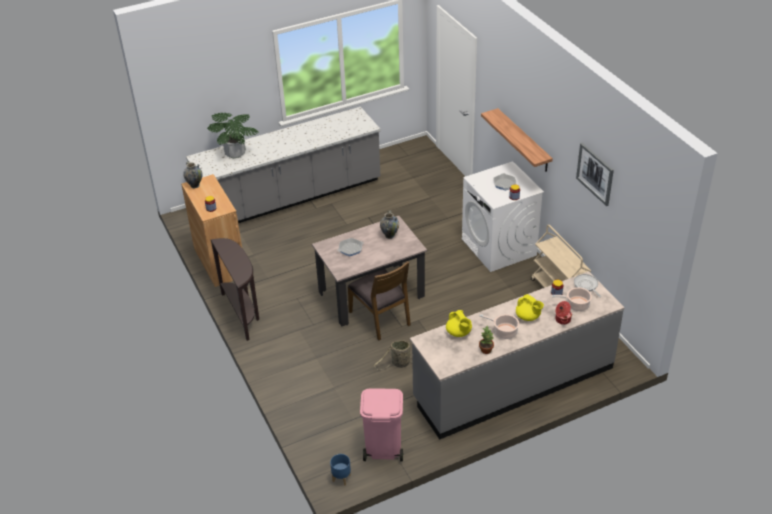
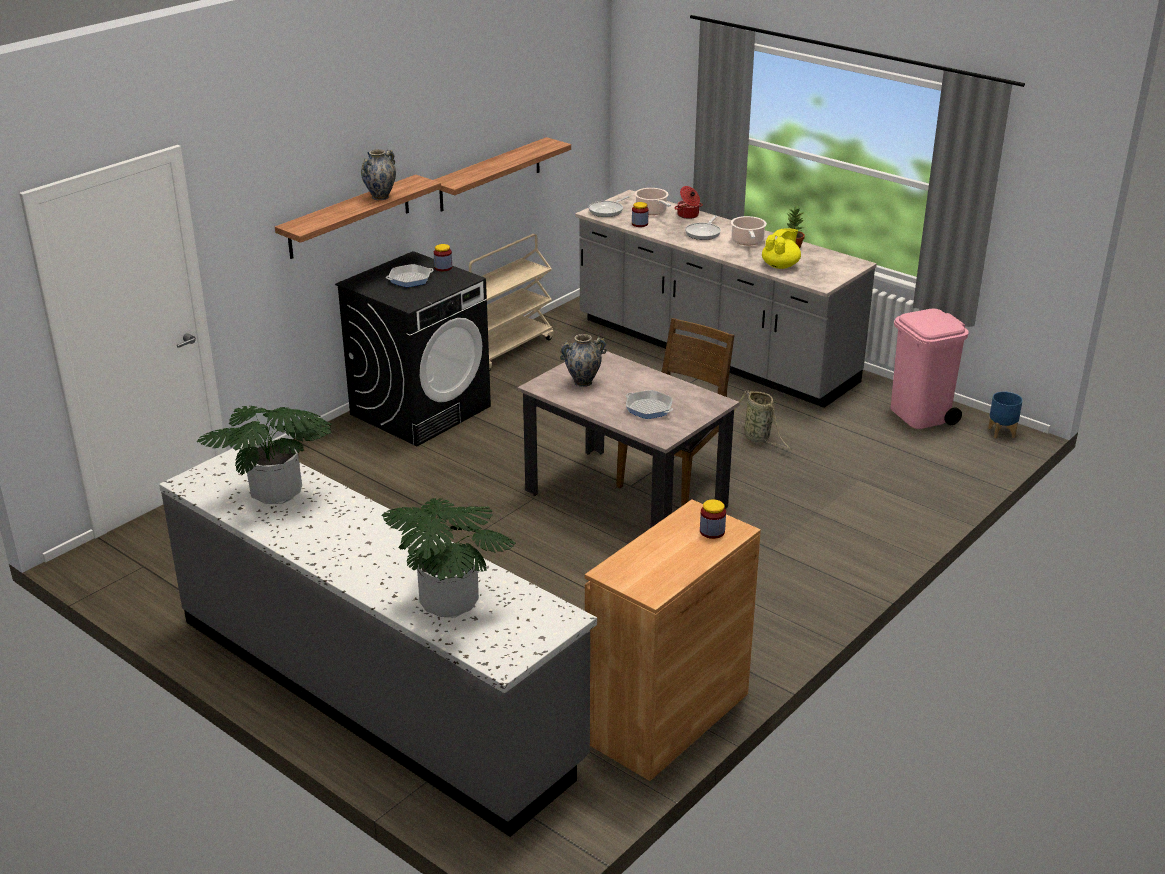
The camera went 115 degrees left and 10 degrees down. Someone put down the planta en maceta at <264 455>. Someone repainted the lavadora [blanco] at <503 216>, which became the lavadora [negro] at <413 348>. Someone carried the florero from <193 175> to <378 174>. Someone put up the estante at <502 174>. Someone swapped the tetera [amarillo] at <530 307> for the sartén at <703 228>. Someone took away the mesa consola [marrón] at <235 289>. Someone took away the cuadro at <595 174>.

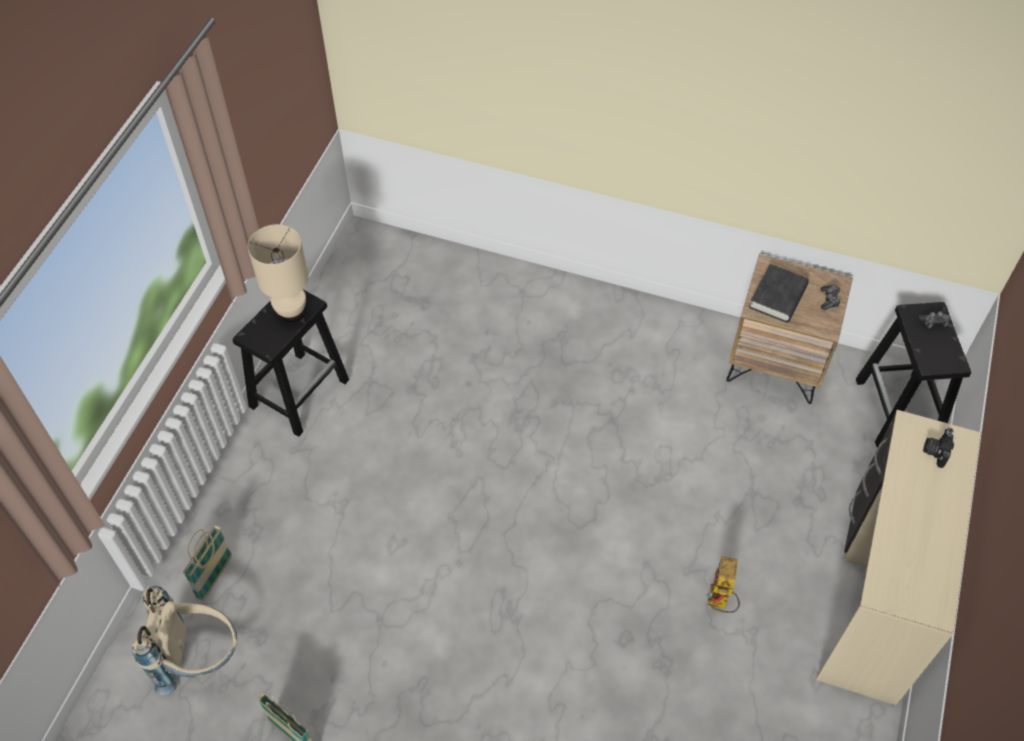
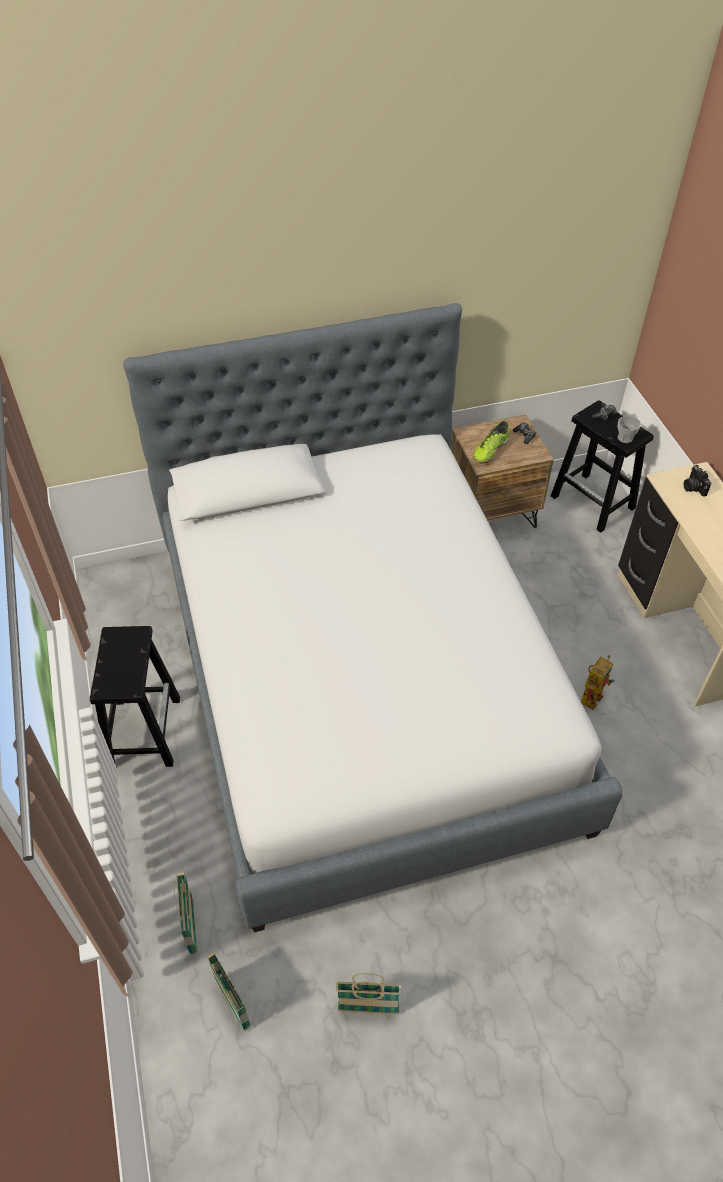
The camera went 35 degrees left and 5 degrees down. Someone put down the cama at <373 617>. Someone swapped the mochila [beis] at <184 640> for the cesta at <229 992>. Someone swapped the libro [negro] at <779 293> for the zapato at <491 442>. Someone rotated the robot de juguete at <723 584> by 120 degrees counterclockwise. Someone put down the taza at <629 429>. Someone took away the lámpara de mesa [beis] at <278 273>.

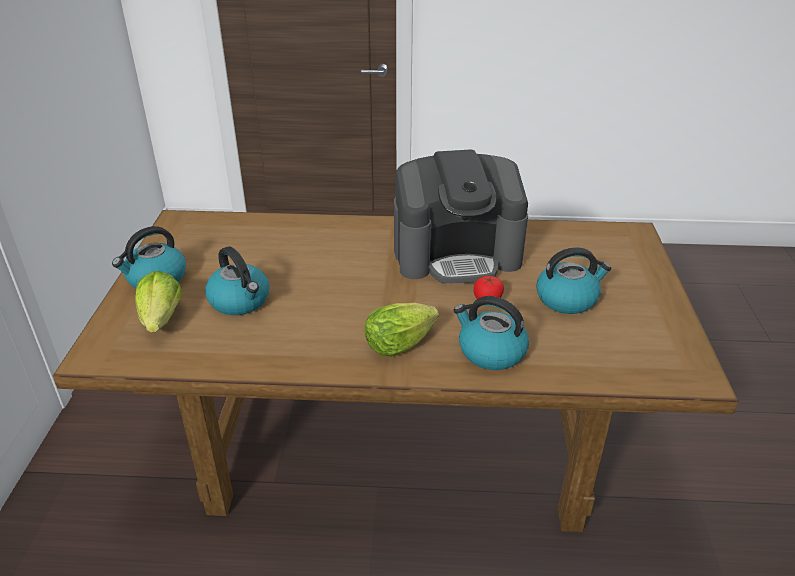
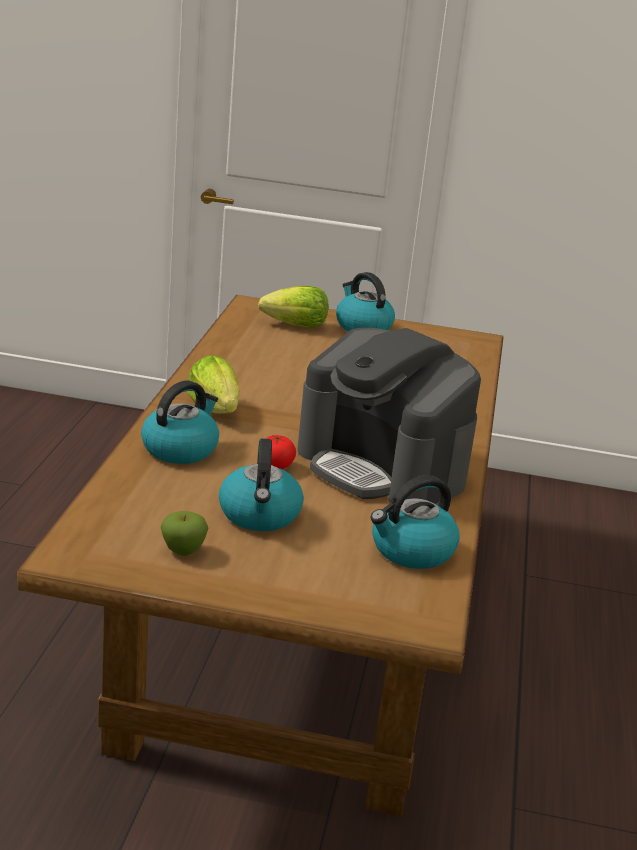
The camera went 95 degrees right and 10 degrees down. Someone put down the manzana at <184 533>. Someone rotated the cafetera at <461 216> by 45 degrees counterclockwise. Someone carried the hervidor from <237 281> to <415 522>.

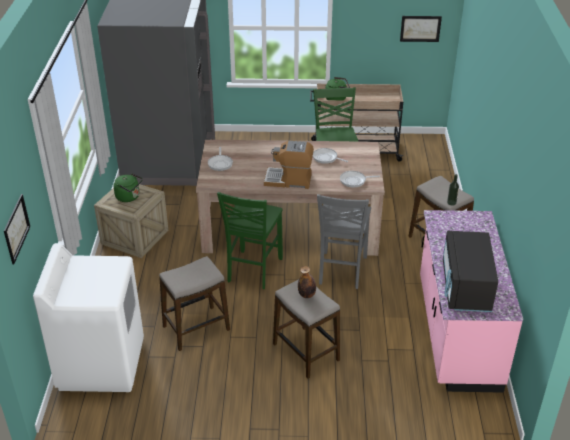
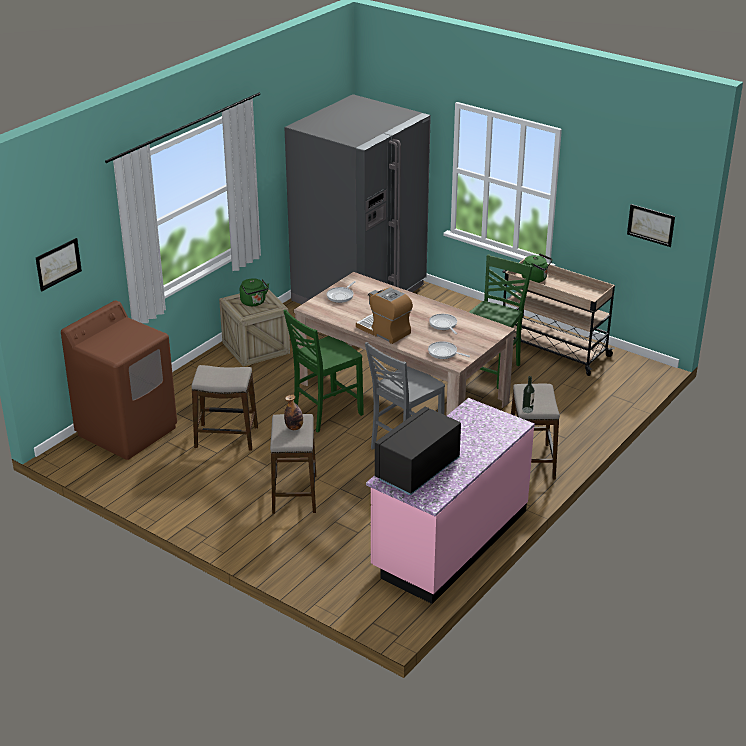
The camera went 35 degrees right and 5 degrees down. Someone repainted the lavadora [blanco] at <88 317>, which became the lavadora [marrón] at <119 380>.

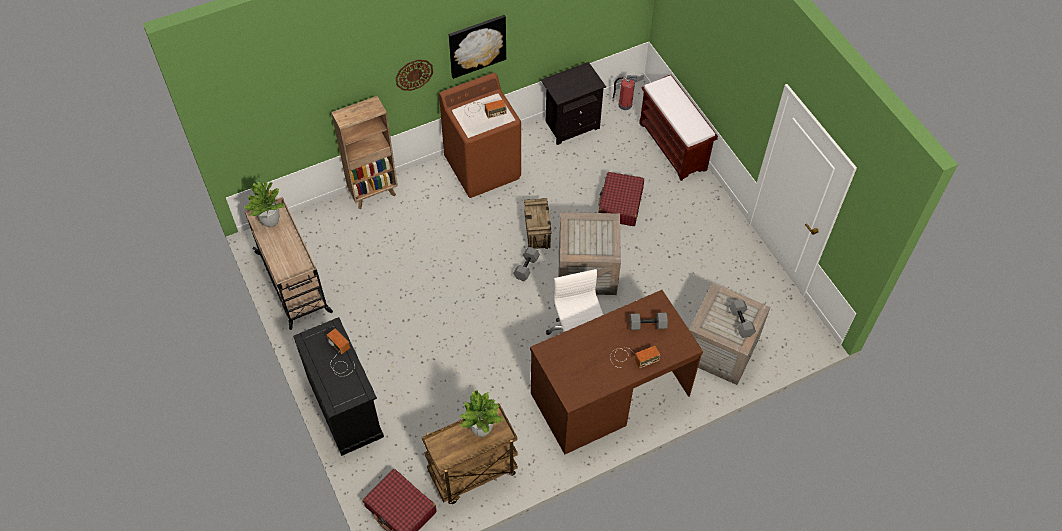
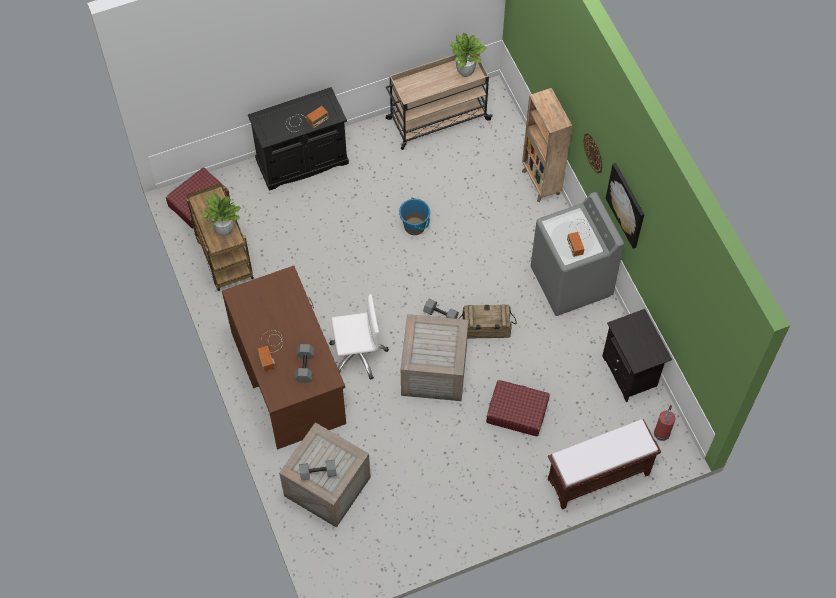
The camera went 95 degrees right and 5 degrees up. Someone put down the cubo [azul] at <414 216>. Someone repainted the lavadora [marrón] at <480 135>, which became the lavadora [gris] at <577 254>.

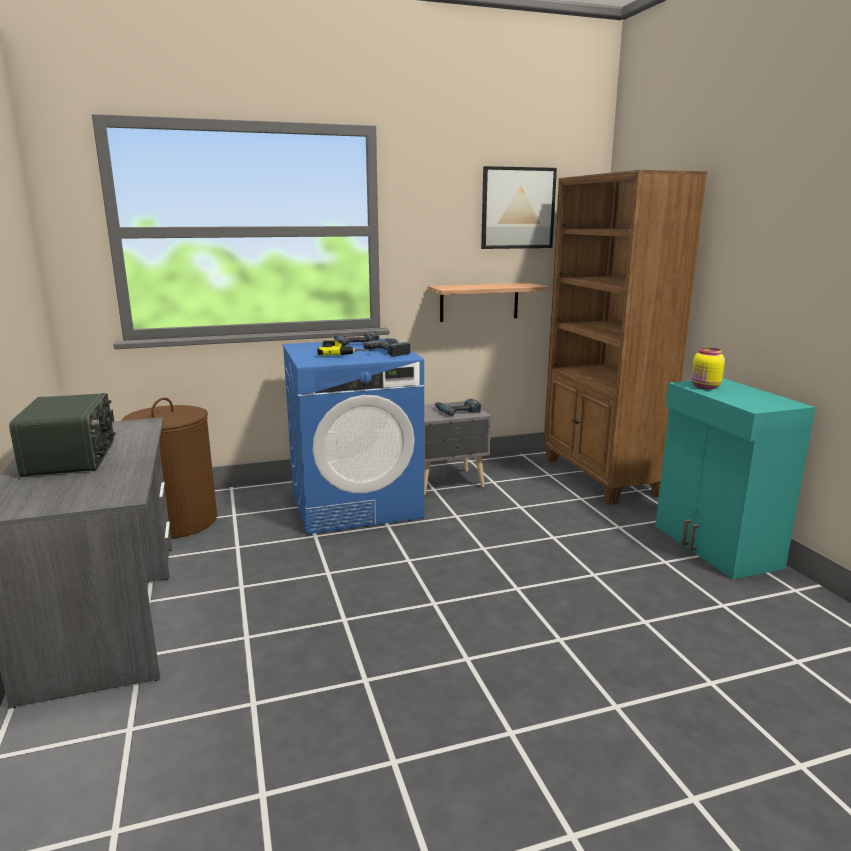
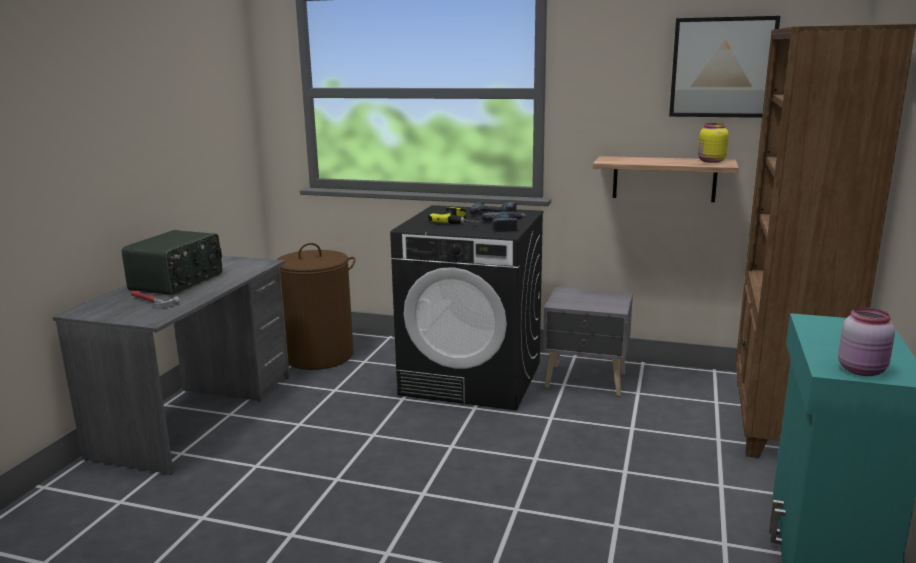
The camera went 35 degrees right and 0 degrees up. Someone put down the martillo at <155 300>. Someone repainted the lavadora [azul] at <353 436>, which became the lavadora [negro] at <467 307>. Someone carried the tarro [amarillo] from <708 368> to <713 143>. Someone put down the tarro [rosa] at <866 341>. Someone took away the taladro at <458 407>.

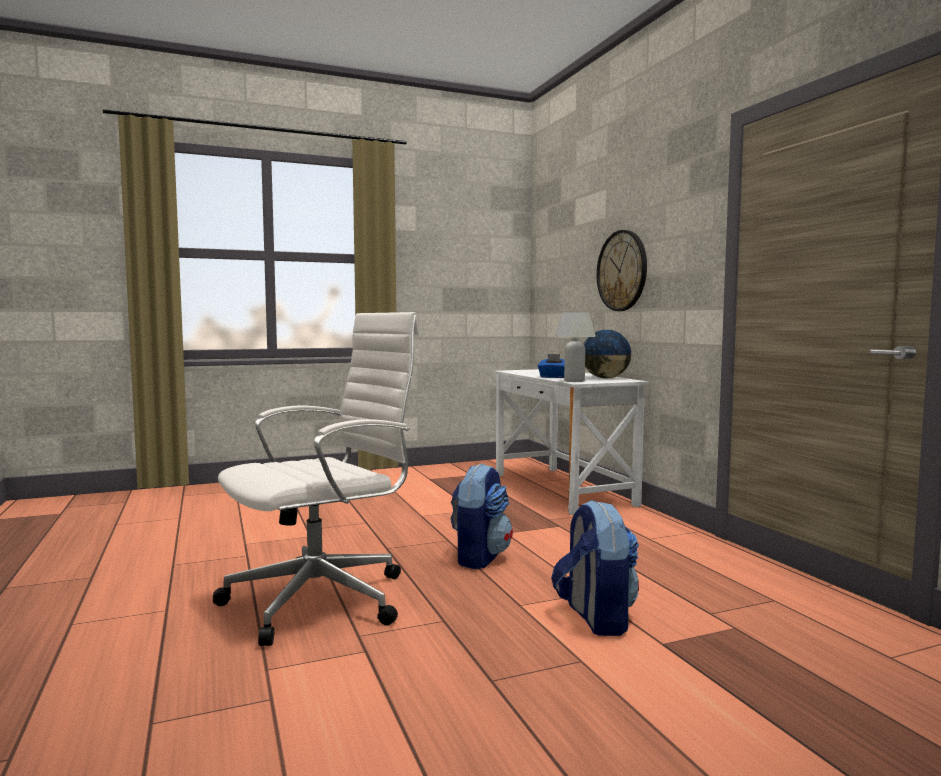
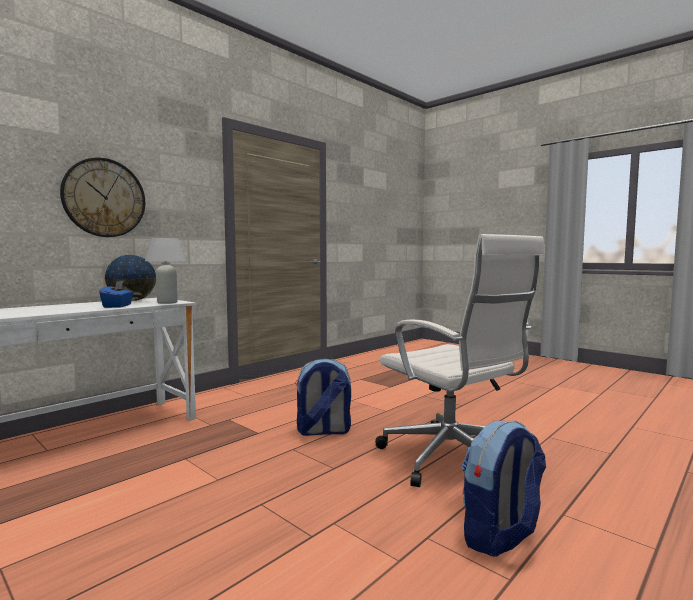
The camera went 115 degrees left and 0 degrees up. Someone rotated the silla de oficina [blanco] at <316 479> by 150 degrees counterclockwise. Someone carried the mochila from <595 568> to <504 488>.

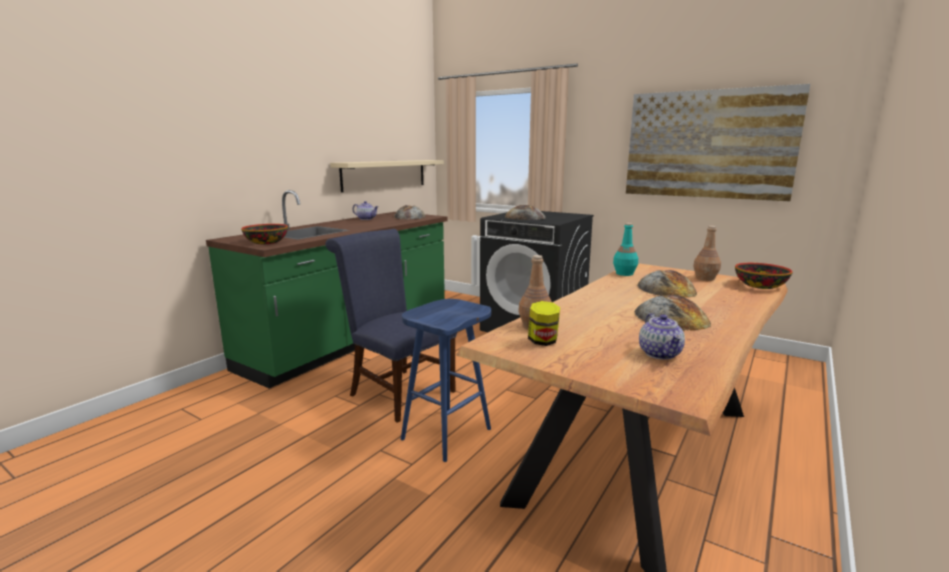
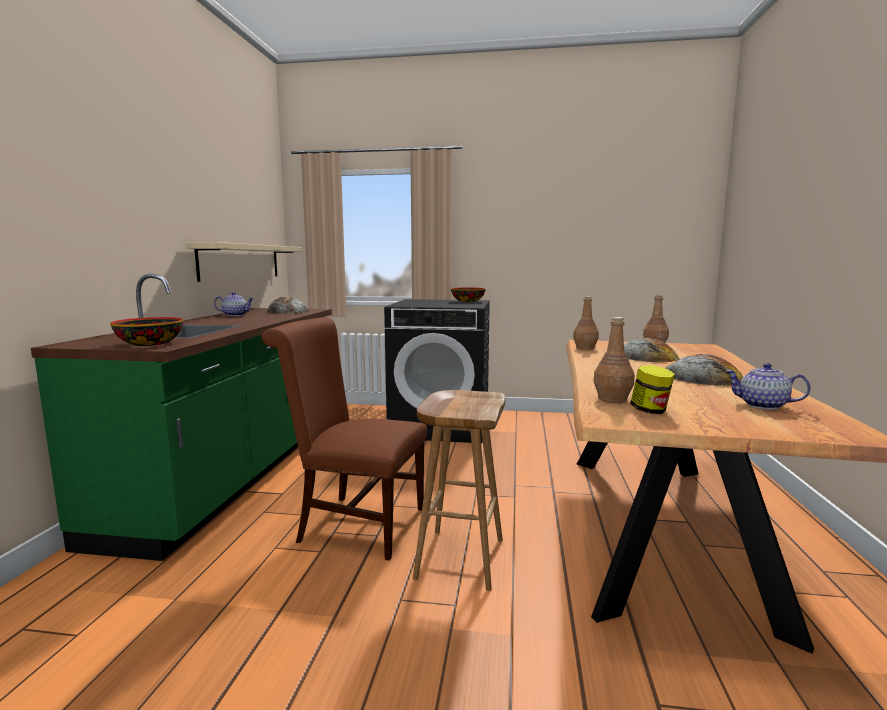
The camera went 25 degrees left and 5 degrees down. Someone repainted the silla [azul] at <391 326>, which became the silla [marrón] at <344 438>. Someone repainted the taburete [azul] at <446 380>, which became the taburete [marrón] at <459 490>. Someone carried the cuenco from <764 276> to <468 294>. Someone repainted the botella [turquesa] at <625 249>, which became the botella [marrón] at <586 323>. Someone rotated the tetera at <662 336> by 150 degrees clockwise. Someone took away the pan at <525 212>. Someone took away the cuadro at <718 142>.

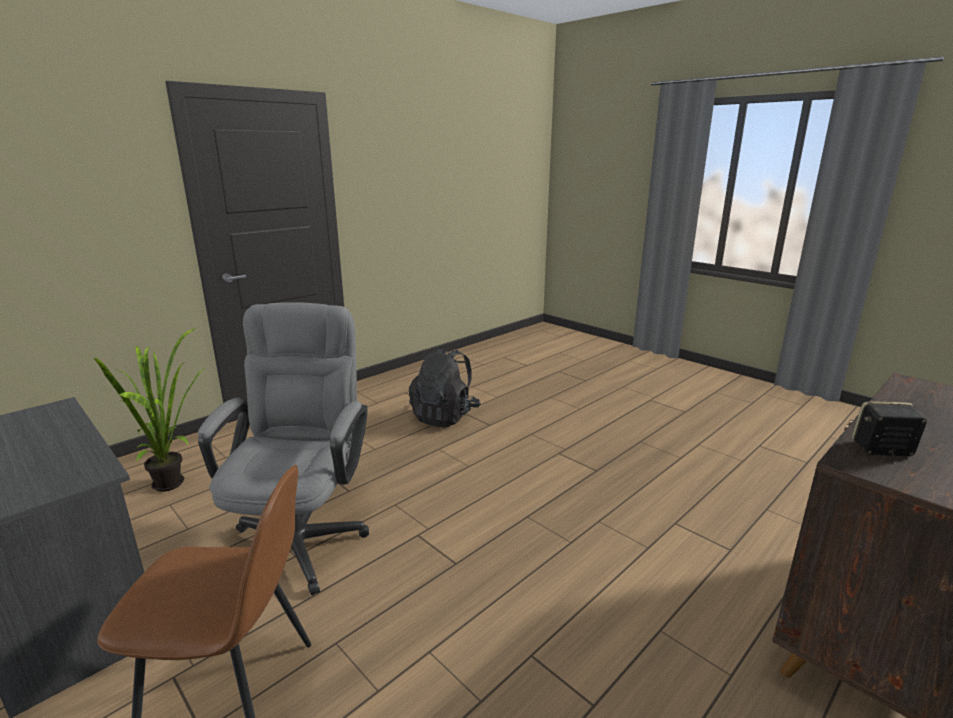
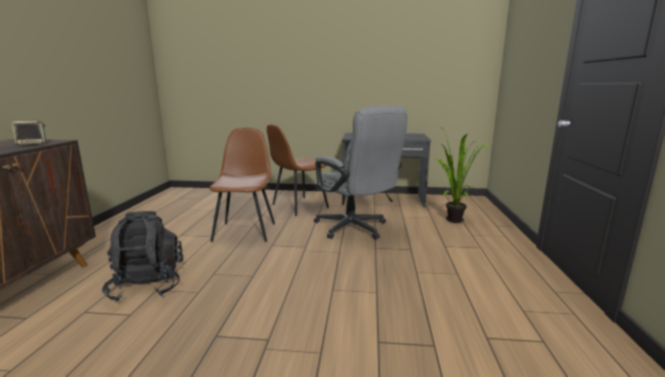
The camera went 140 degrees right and 5 degrees down. Someone carried the mochila [negro] from <445 387> to <142 256>. Someone put down the silla [marrón] at <242 185>.

